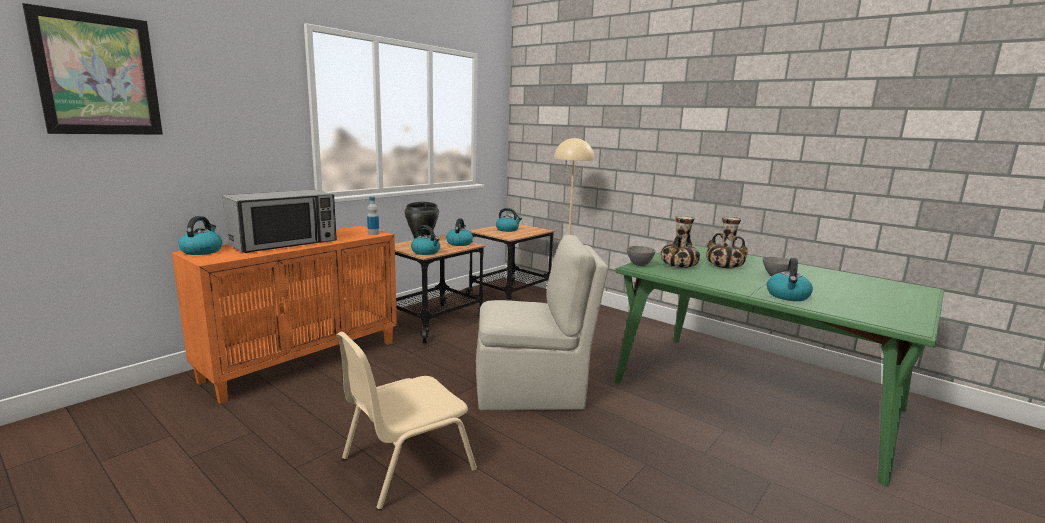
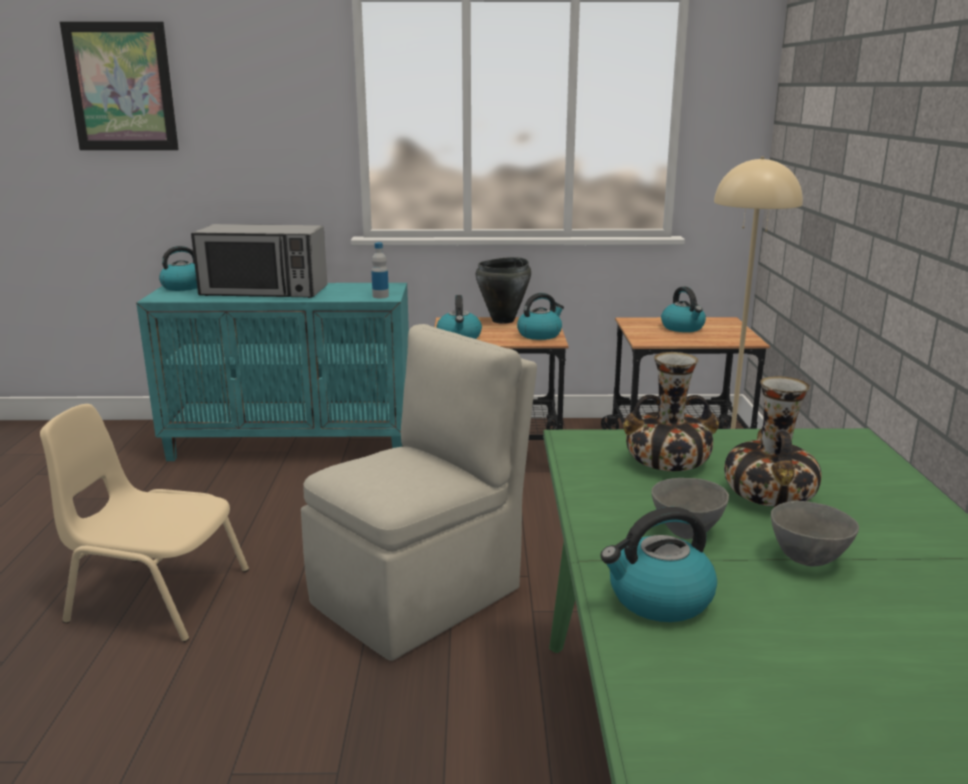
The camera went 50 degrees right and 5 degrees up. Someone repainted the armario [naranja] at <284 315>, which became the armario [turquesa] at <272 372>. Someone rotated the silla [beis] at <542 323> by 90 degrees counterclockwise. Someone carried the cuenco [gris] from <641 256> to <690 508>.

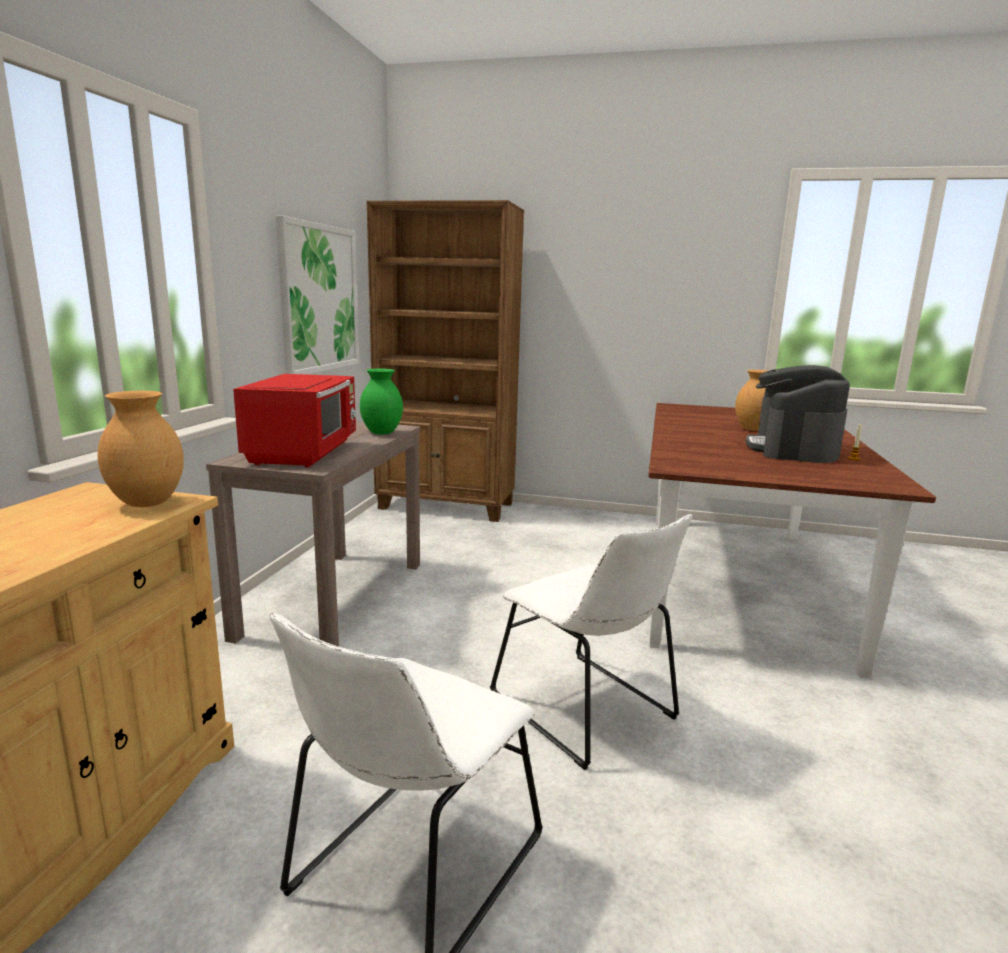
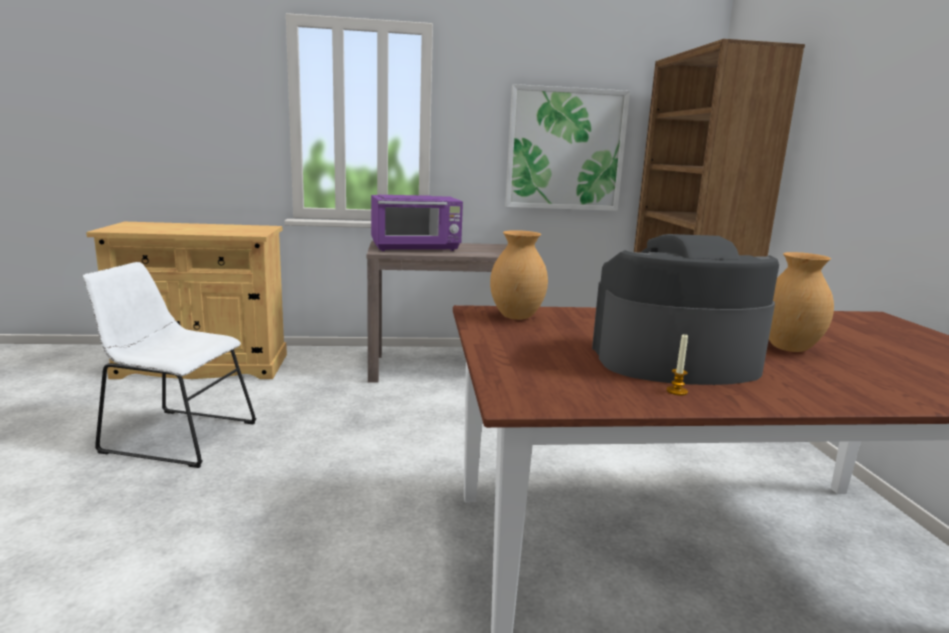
The camera went 70 degrees right and 0 degrees up. Someone repainted the microondas [rojo] at <294 421>, which became the microondas [morado] at <417 223>. Someone carried the florero [marrón] from <141 449> to <519 275>. Someone took away the florero [verde] at <381 402>. Someone took away the silla [blanco] at <591 642>.

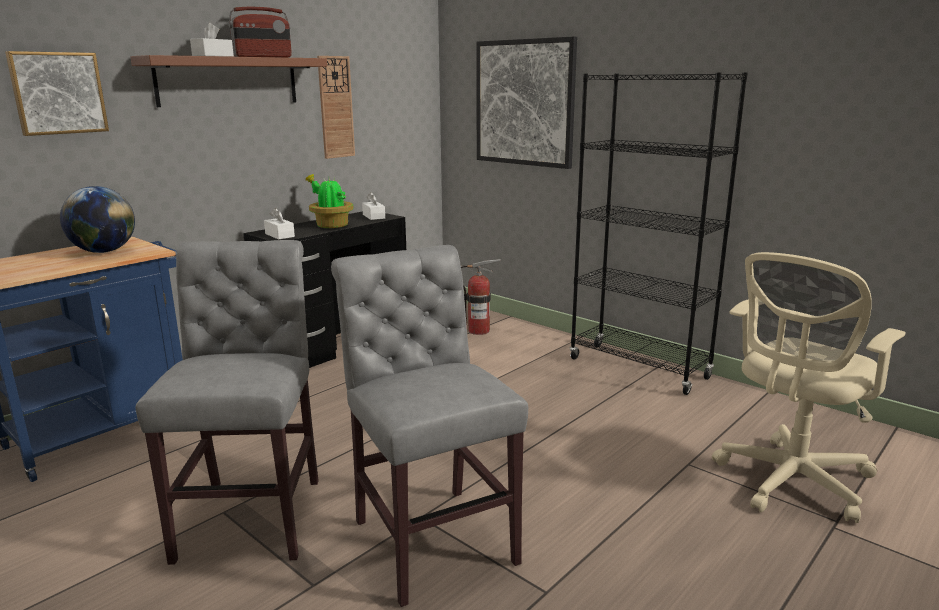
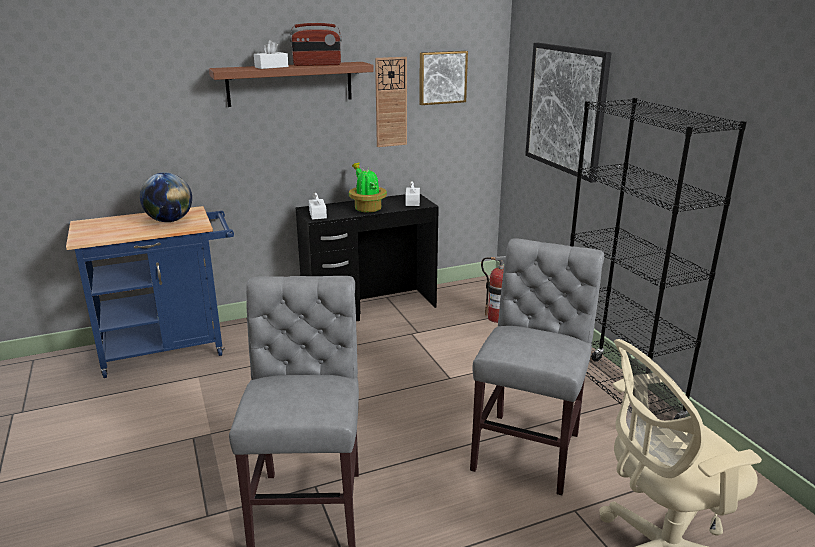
The camera went 25 degrees right and 5 degrees up. Someone carried the cuadro from <57 93> to <443 78>. Someone carried the silla [gris] from <227 402> to <537 366>.

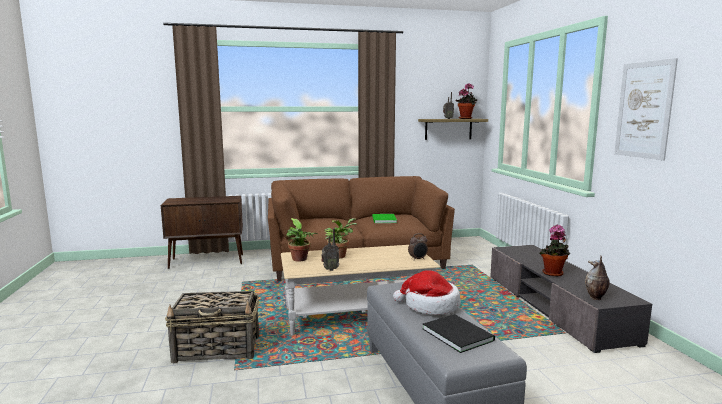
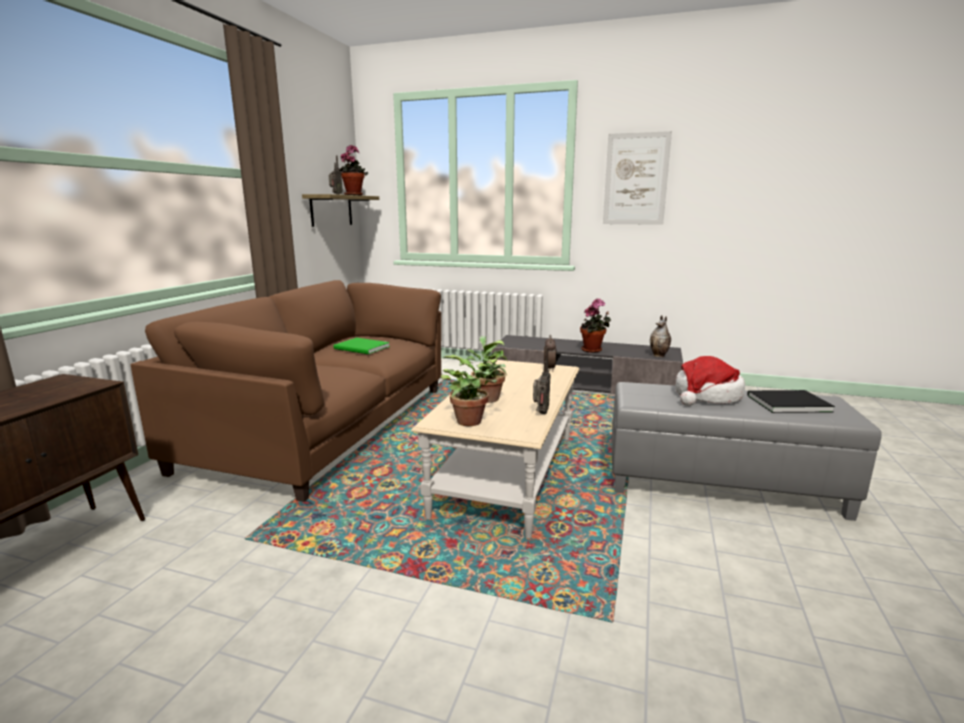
The camera went 60 degrees left and 5 degrees up. Someone took away the cesta at <212 327>.

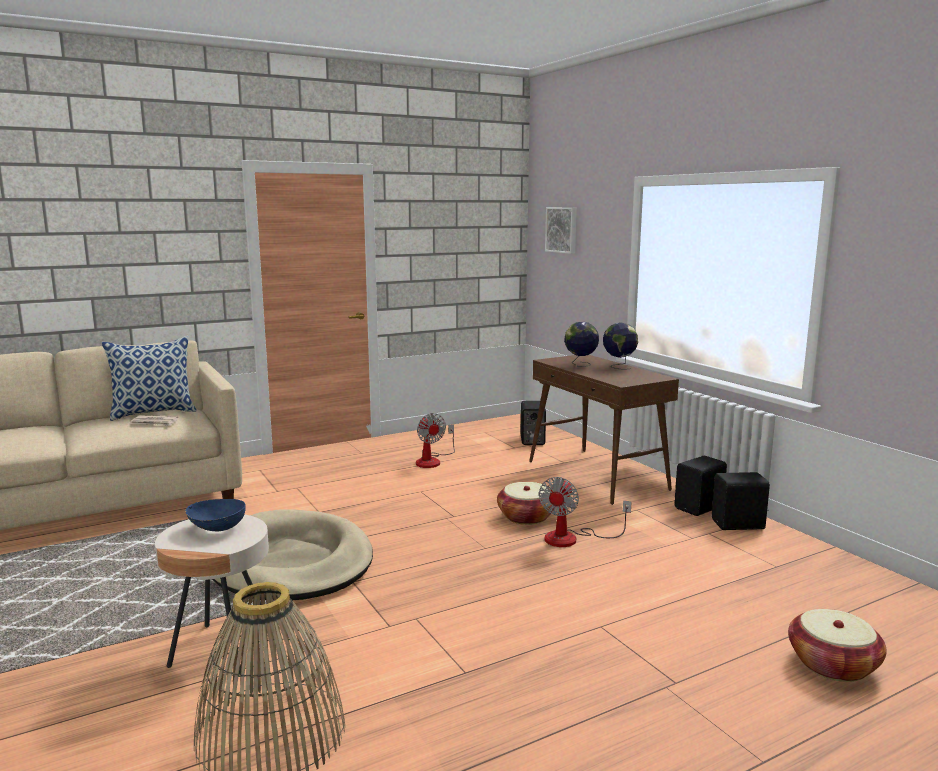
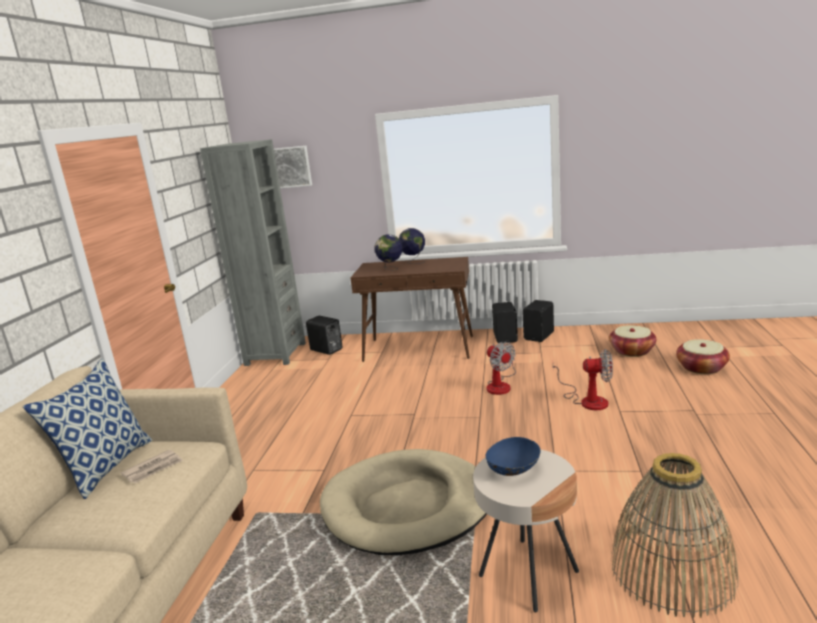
The camera went 50 degrees left and 5 degrees up. Someone put down the estantería [gris] at <253 252>. Someone carried the ventilador from <435 440> to <583 379>. Someone carried the cesta from <525 503> to <632 341>.

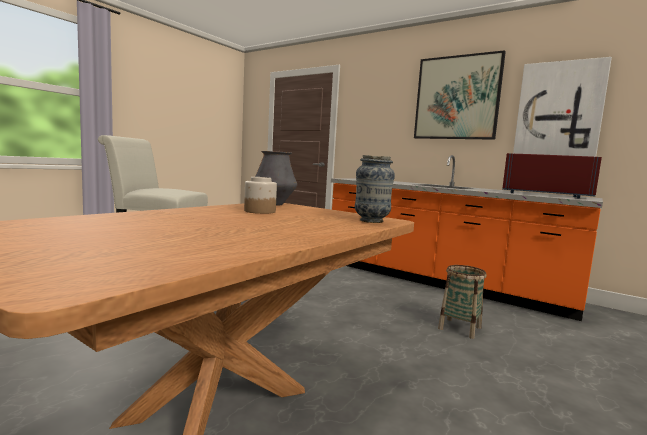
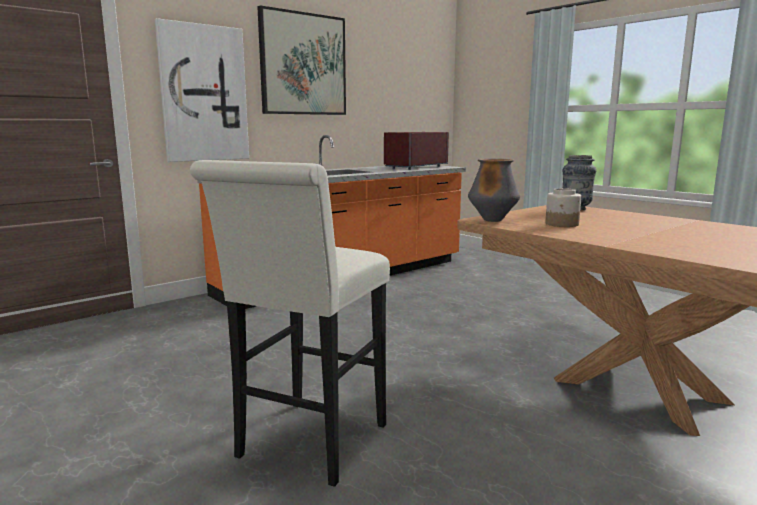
The camera went 75 degrees left and 5 degrees up. Someone carried the cuadro from <562 107> to <202 90>. Someone took away the cesta at <462 302>.

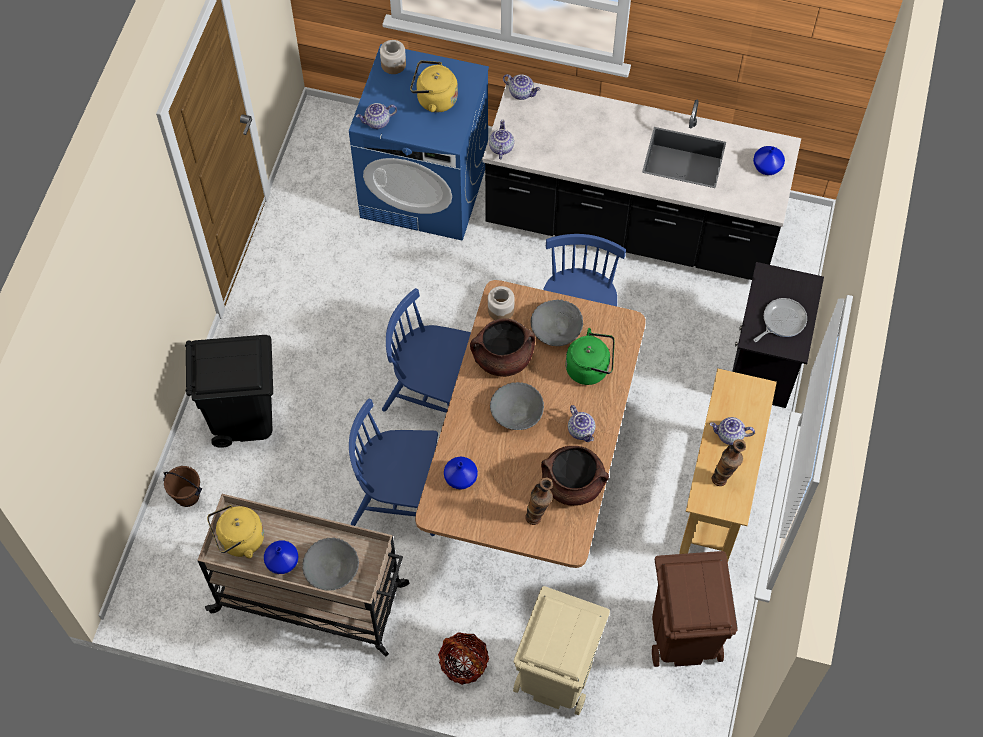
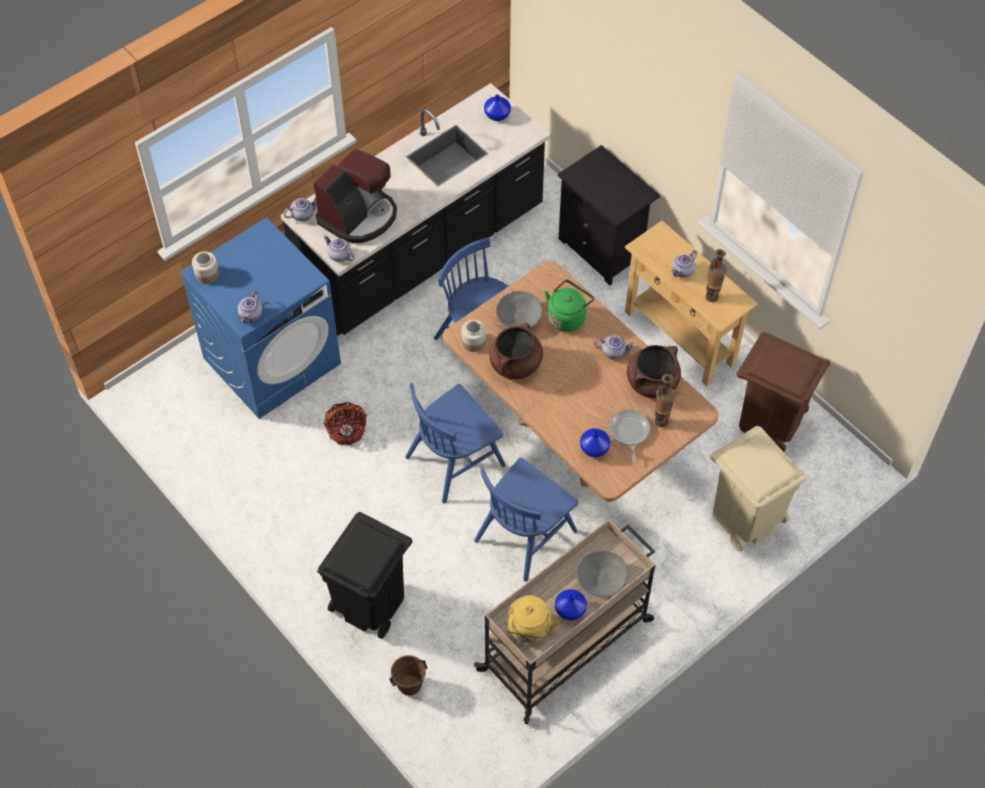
The camera went 55 degrees left and 5 degrees down. Someone put down the cafetera at <355 196>. Someone carried the cesta from <463 658> to <345 423>. Someone carried the sartén from <780 320> to <629 436>. Someone took away the hervidor [amarillo] at <434 86>. Someone took away the cuenco [gris] at <517 406>.

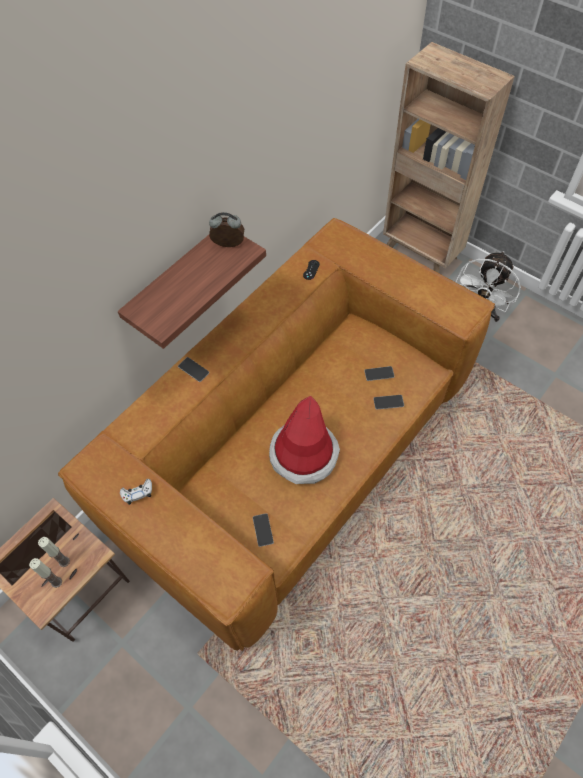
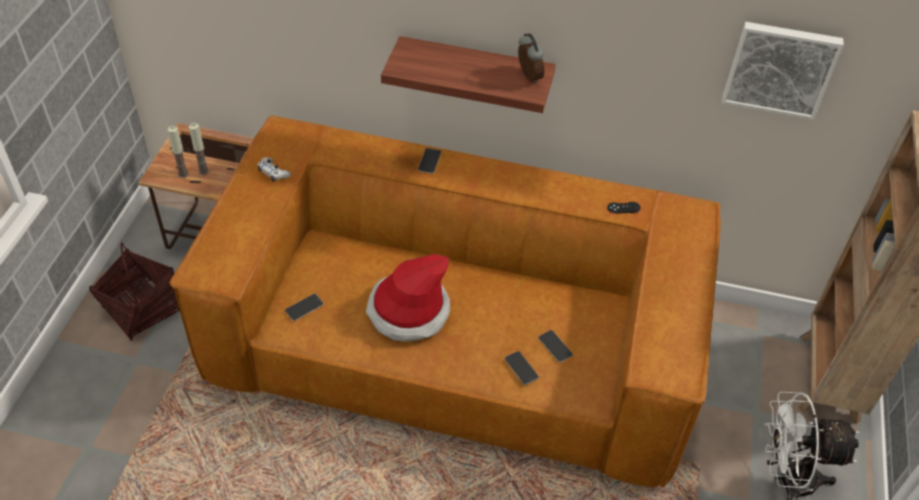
The camera went 60 degrees right and 10 degrees down. Someone put down the cesta at <134 292>. Someone put up the cuadro at <782 71>.

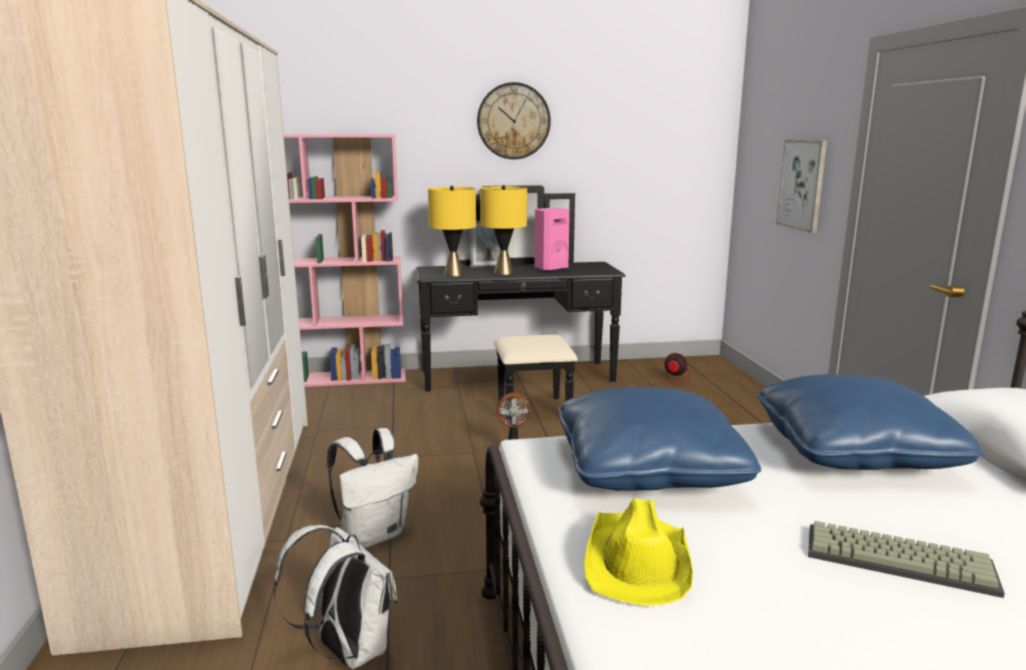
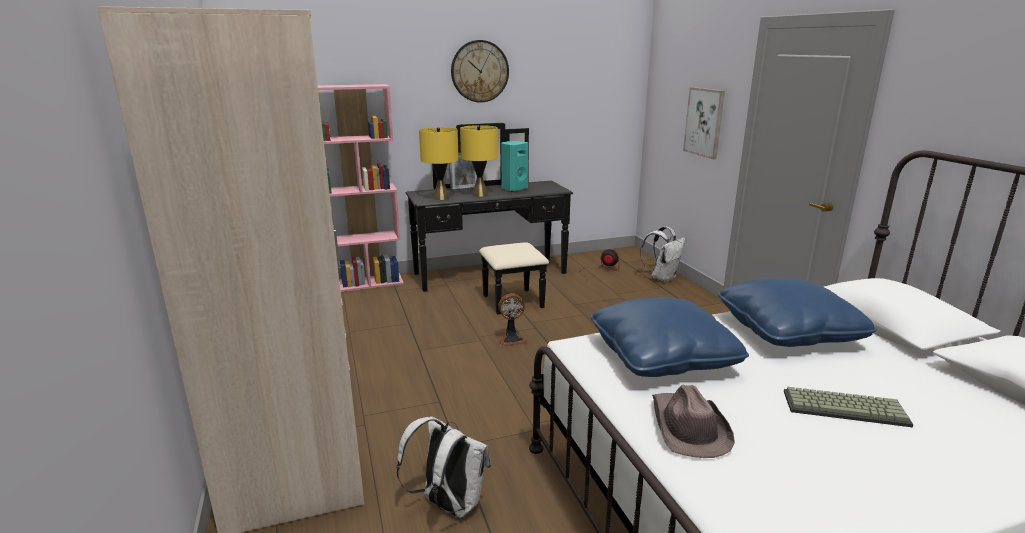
The camera went 10 degrees left and 5 degrees up. Someone repainted the altavoz [rosa] at <552 239>, which became the altavoz [turquesa] at <514 166>. Someone carried the mochila [blanco] from <372 487> to <662 255>. Someone repainted the sombrero [amarillo] at <638 552>, which became the sombrero [marrón] at <693 421>.

